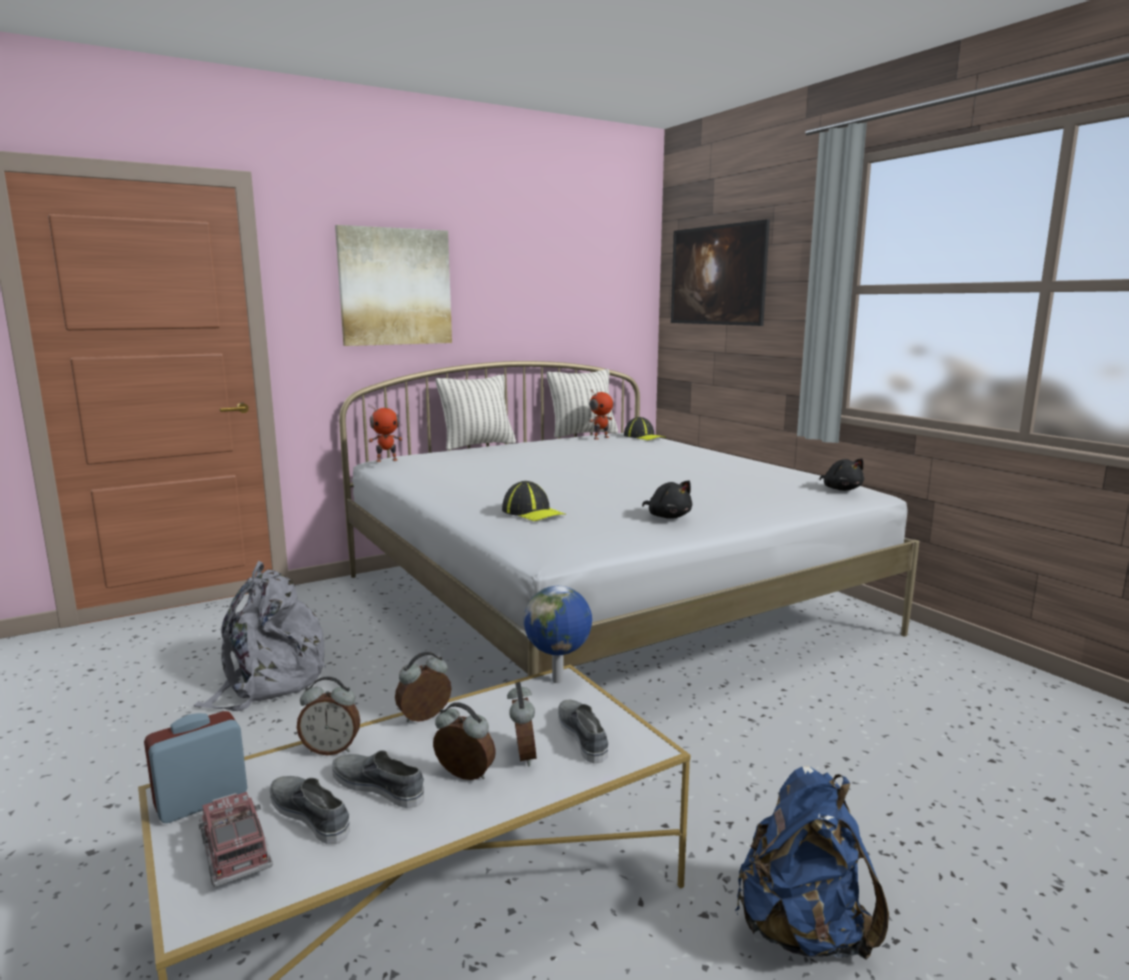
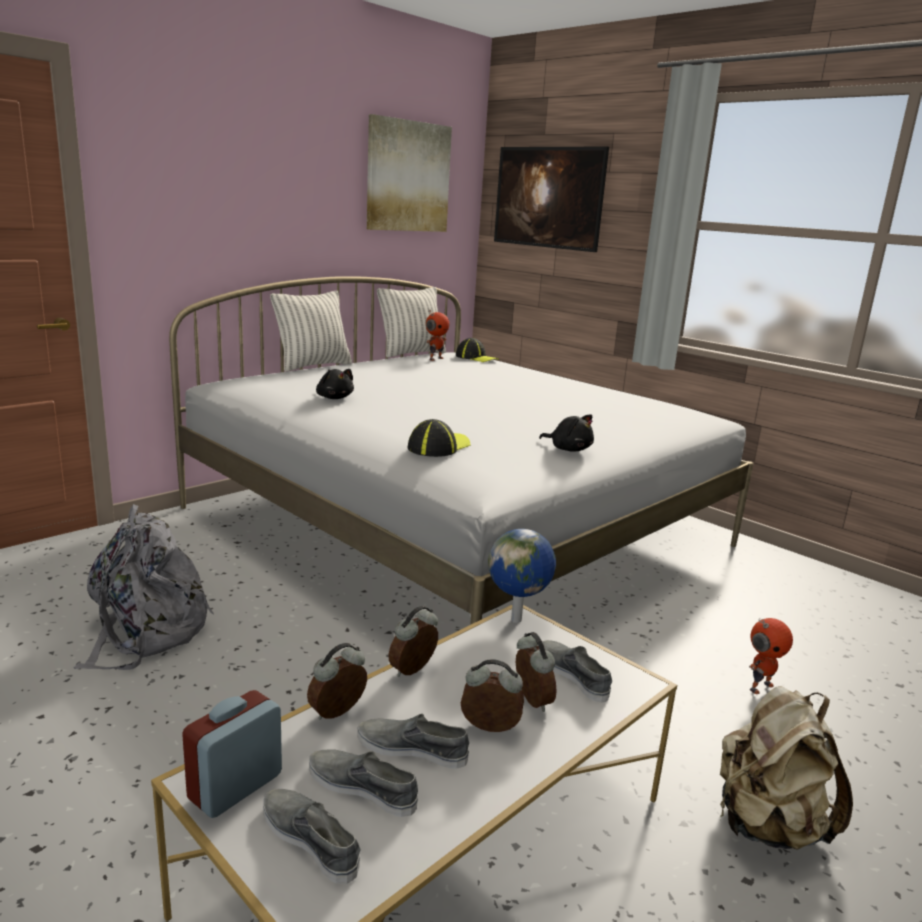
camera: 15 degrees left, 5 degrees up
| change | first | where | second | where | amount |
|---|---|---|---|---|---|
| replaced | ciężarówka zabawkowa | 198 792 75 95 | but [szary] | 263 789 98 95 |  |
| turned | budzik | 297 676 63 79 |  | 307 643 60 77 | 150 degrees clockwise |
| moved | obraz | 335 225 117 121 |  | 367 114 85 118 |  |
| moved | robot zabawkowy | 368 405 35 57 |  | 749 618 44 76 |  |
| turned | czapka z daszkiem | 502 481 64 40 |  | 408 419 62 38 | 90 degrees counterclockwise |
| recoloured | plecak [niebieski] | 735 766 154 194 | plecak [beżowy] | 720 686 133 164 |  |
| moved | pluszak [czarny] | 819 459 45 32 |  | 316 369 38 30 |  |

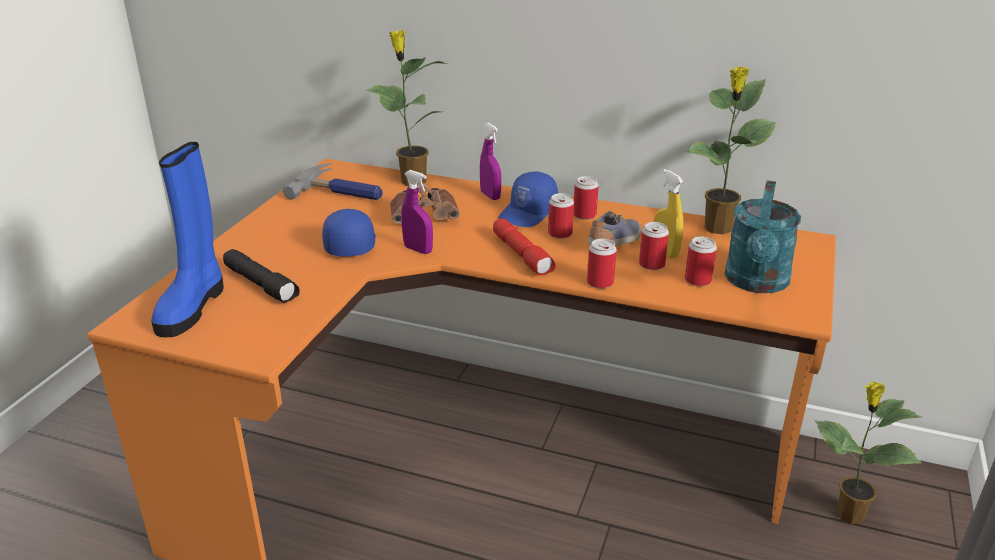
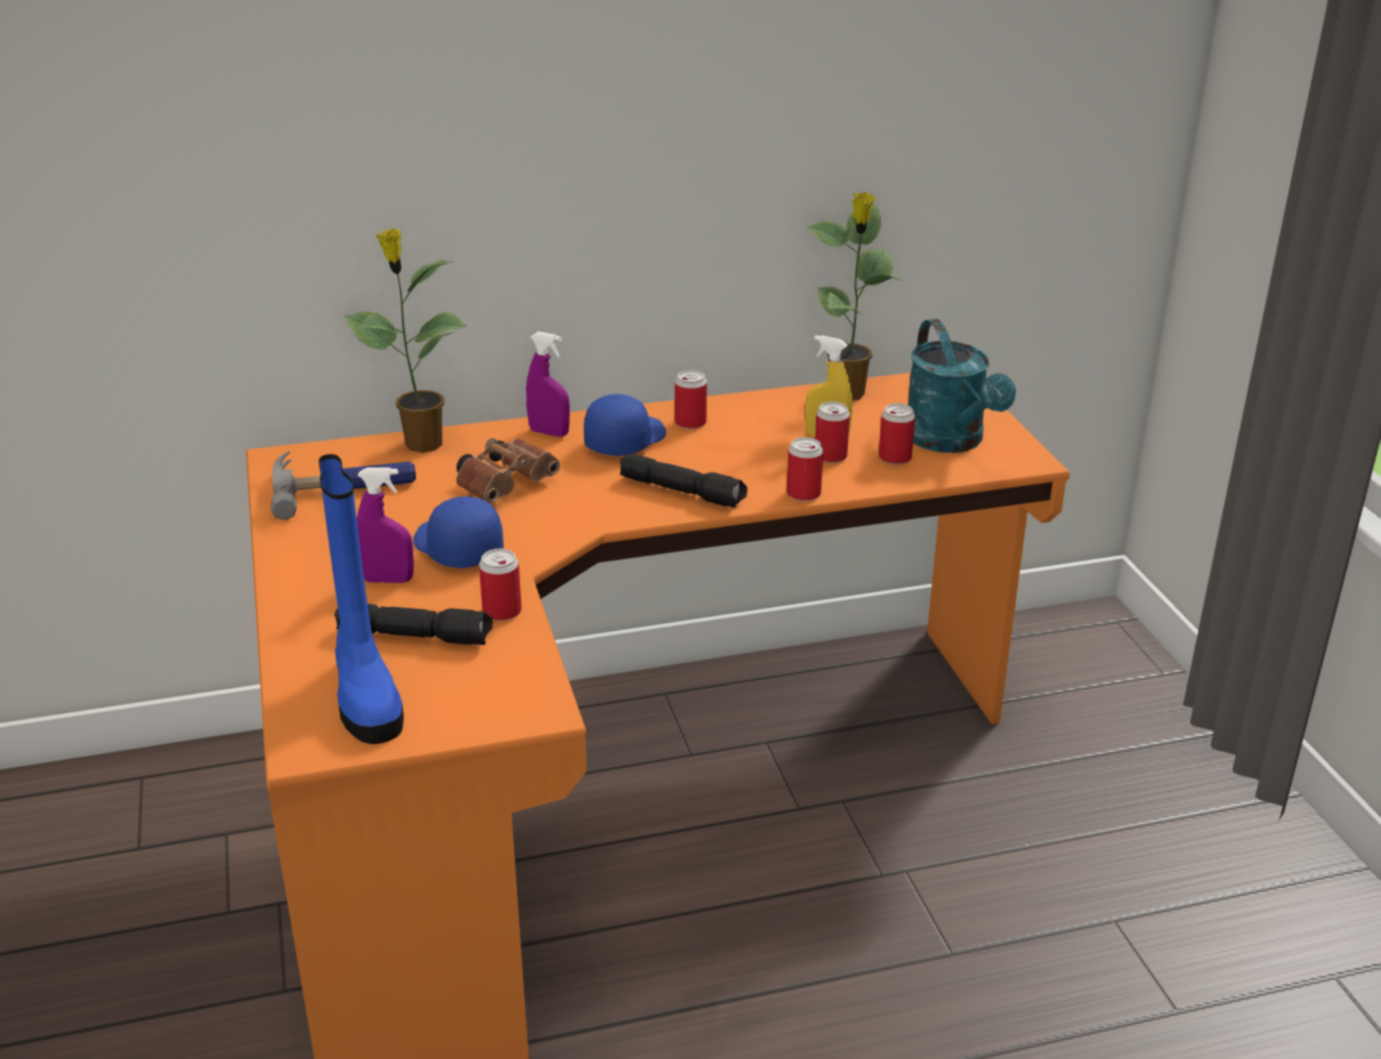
camera: 35 degrees left, 0 degrees up
| change | first | where | second | where | amount |
|---|---|---|---|---|---|
| moved | spryskiwacz [fioletowy] | 401 170 32 84 |  | 357 468 57 115 |  |
| recoloured | latarka [czerwony] | 493 219 63 57 | latarka [czarny] | 620 454 127 54 |  |
| turned | czapka z daszkiem [niebieski] | 498 172 60 55 |  | 584 394 82 62 | 150 degrees counterclockwise |
| moved | puszka | 548 193 26 46 |  | 479 549 43 72 |  |
| removed | but | 588 211 53 35 |  |  |  |
| removed | roślina doniczkowa | 815 382 107 142 |  |  |  |

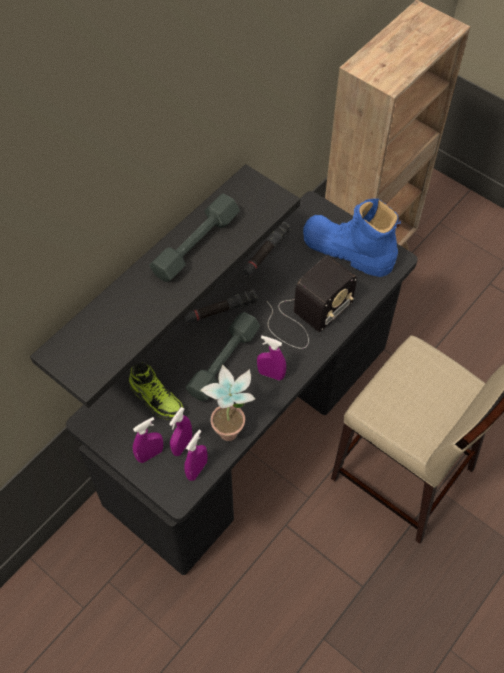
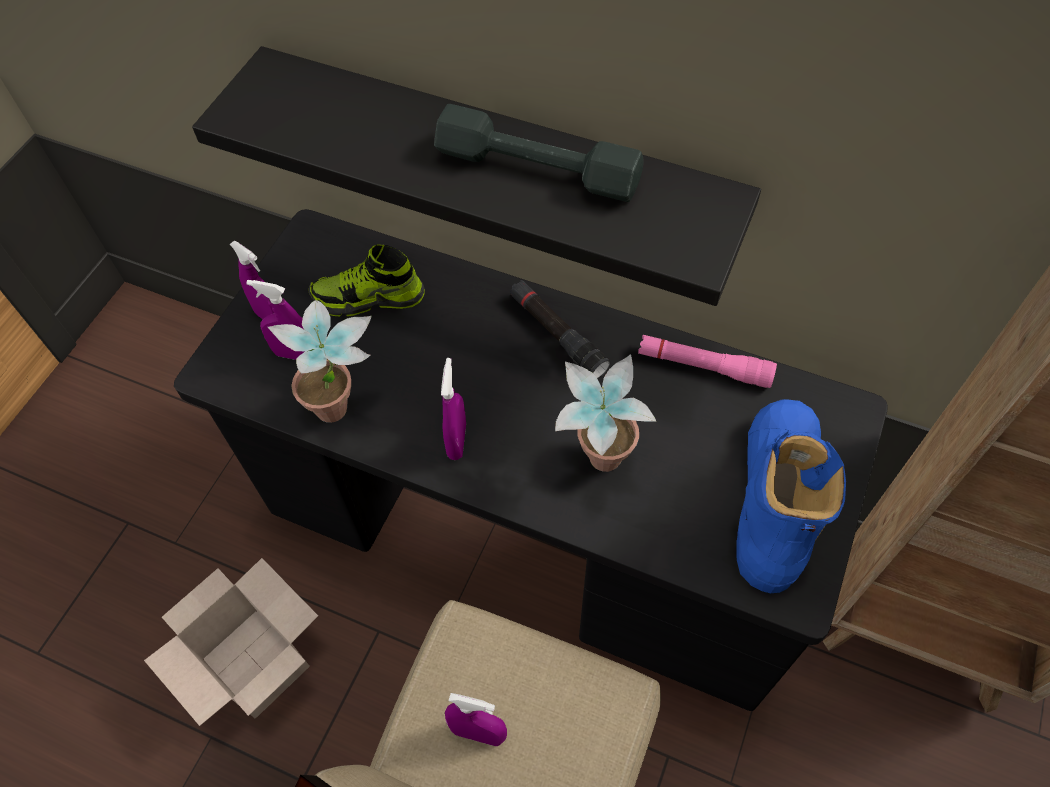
camera: 75 degrees right, 0 degrees up
| change | first | where | second | where | amount |
|---|---|---|---|---|---|
| turned | but | 129 362 55 58 |  | 309 244 116 72 | 60 degrees clockwise |
| moved | spryskiwacz [fioletowy] | 184 430 24 51 |  | 445 693 62 54 |  |
| removed | hantel [szary] | 185 312 75 89 |  |  |  |
| recoloured | latarka [czarny] | 241 221 50 56 | latarka [różowy] | 638 335 139 53 |  |
| replaced | radio | 267 256 90 93 | roślina doniczkowa | 555 354 101 118 |  |
| added |  |  | karton | 144 558 174 168 |  |

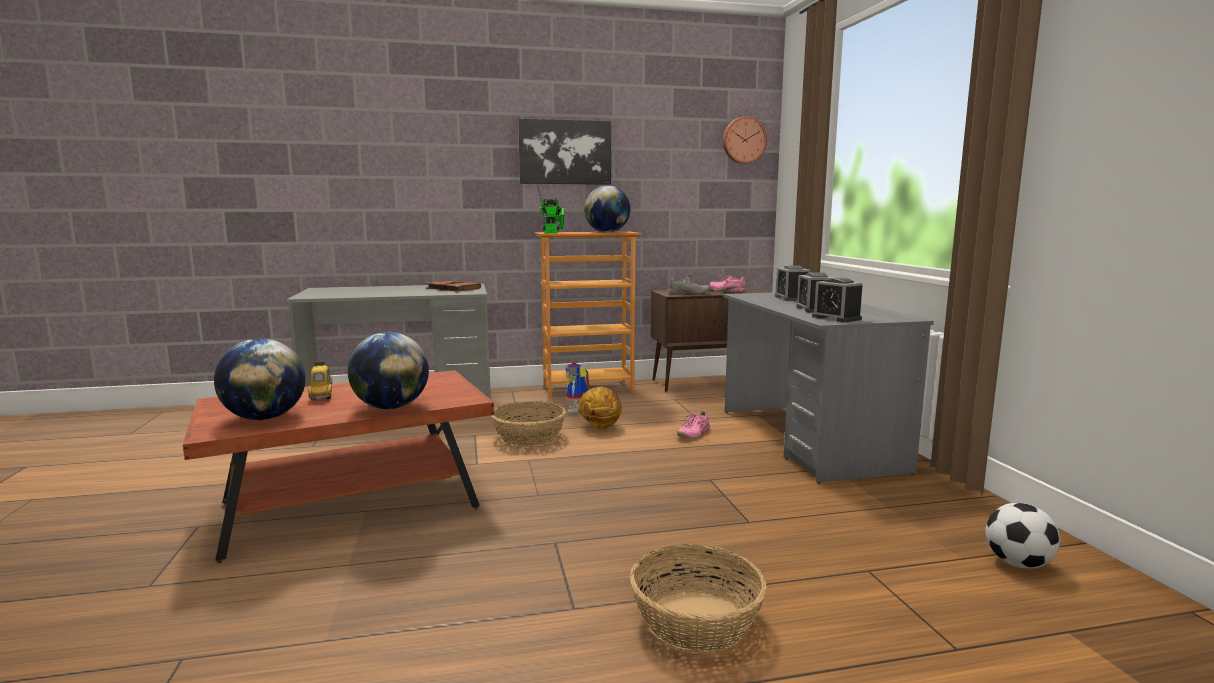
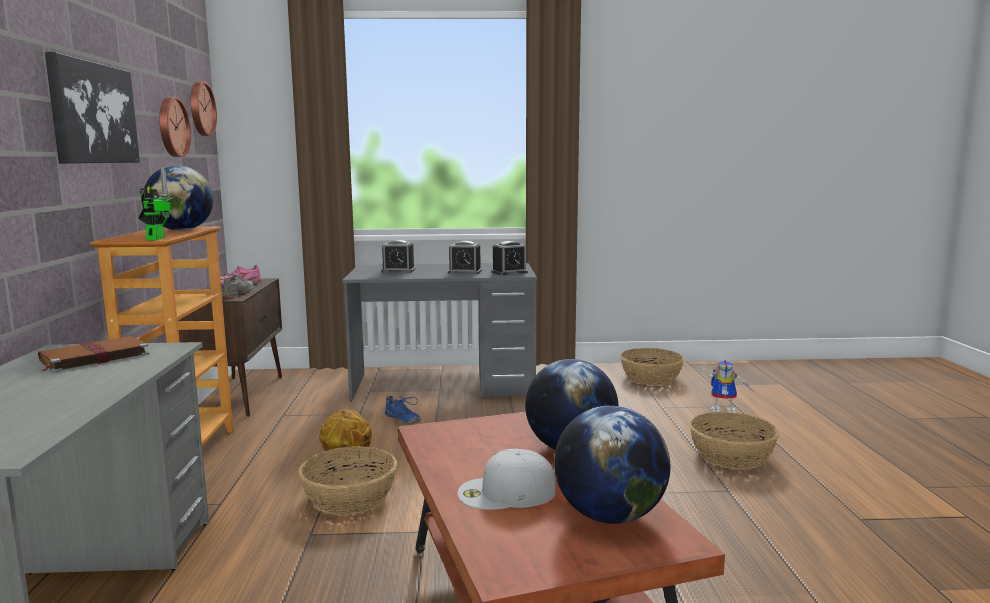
camera: 80 degrees left, 0 degrees up
| change | first | where | second | where | amount |
|---|---|---|---|---|---|
| replaced | samochodzik | 308 361 24 40 | czapka z daszkiem [biały] | 457 449 99 61 |  |
| moved | robot zabawkowy | 565 363 24 50 |  | 699 359 55 54 |  |
| recoloured | but [różowy] | 677 410 34 29 | but [niebieski] | 382 395 39 30 |  |
| replaced | piłka futbolowa | 985 503 75 66 | koszyk | 620 348 64 37 |  |
| added |  |  | zegar ścienny | 159 97 32 60 |  |

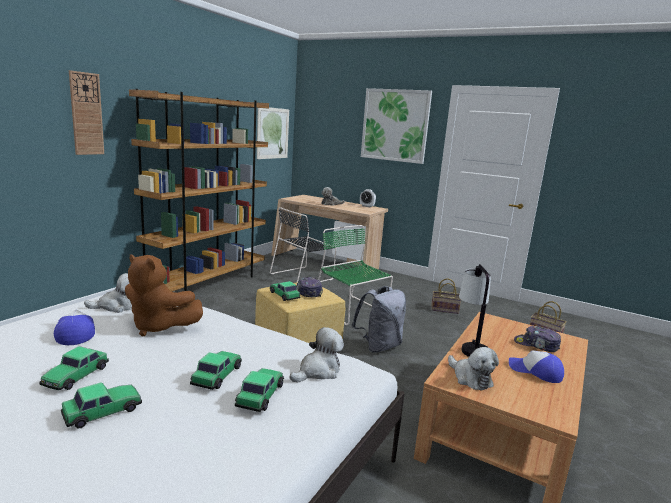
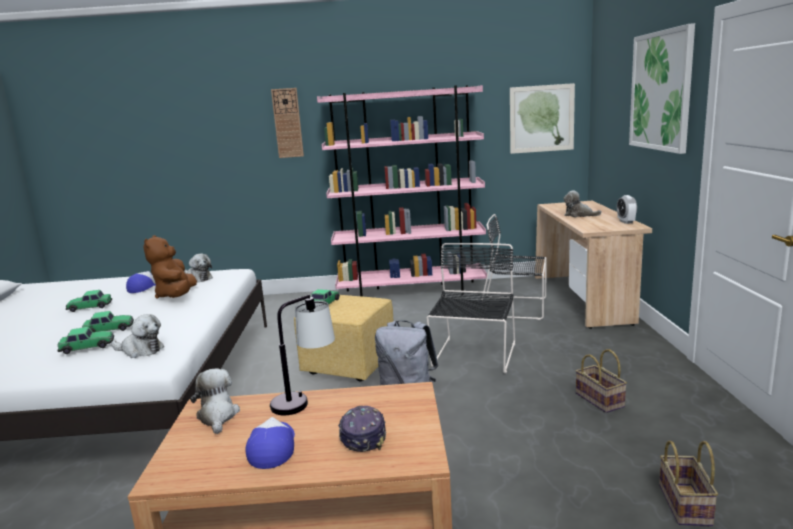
camera: 60 degrees right, 0 degrees up
| change | first | where | second | where | amount |
|---|---|---|---|---|---|
| removed | samochodzik | 61 383 81 45 |  |  |  |
| recoloured | regał [brązowy] | 129 89 140 203 | regał [różowy] | 317 85 170 212 |  |
| removed | czapka z daszkiem | 296 277 27 20 |  |  |  |
| recoloured | krzesło [zielony] | 318 225 75 100 | krzesło [czarny] | 427 243 88 131 |  |
| turned | pluszak | 448 347 51 44 |  | 190 369 50 65 | 135 degrees clockwise |

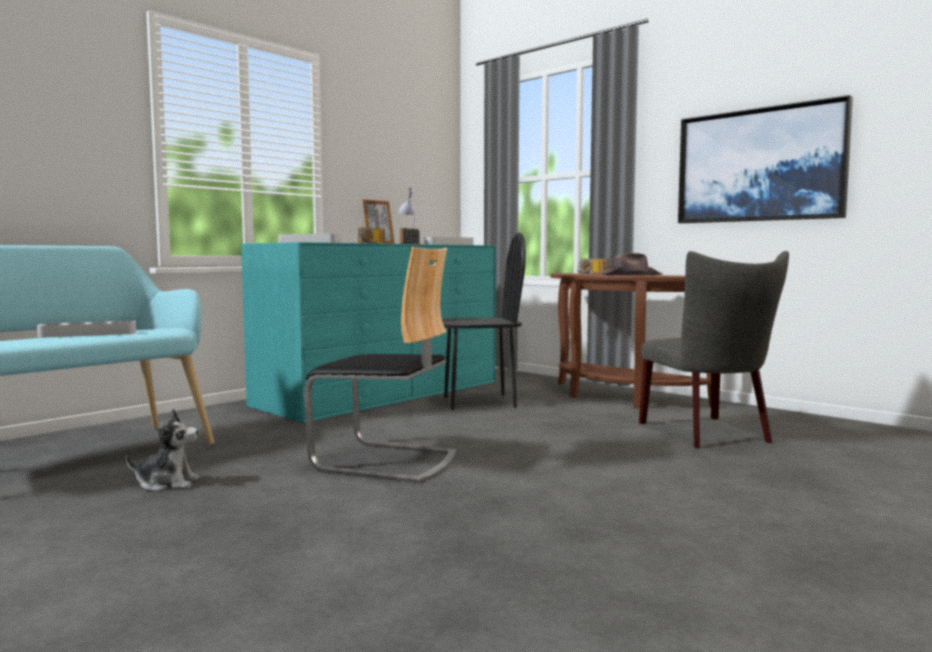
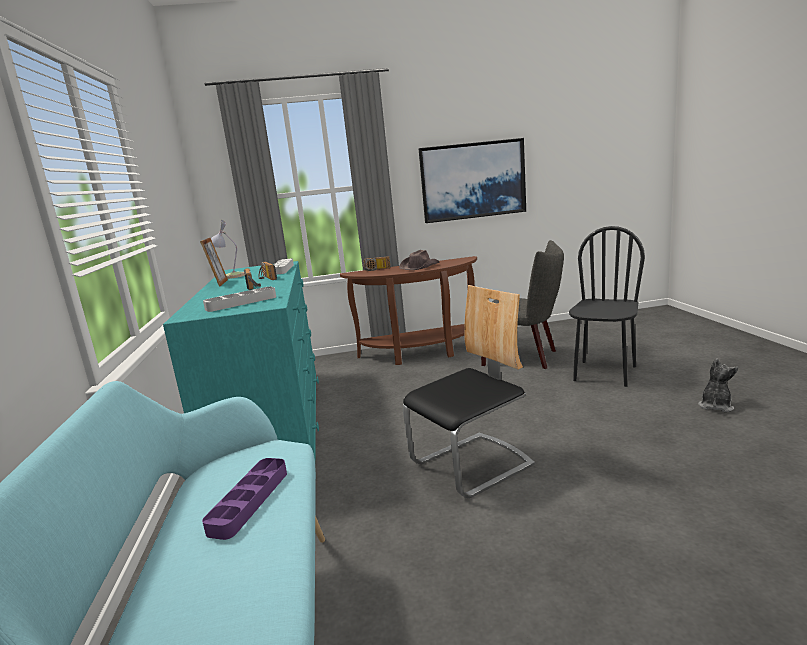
camera: 50 degrees left, 10 degrees up
| change | first | where | second | where | amount |
|---|---|---|---|---|---|
| recoloured | taca [szary] | 37 321 99 17 | taca [fioletowy] | 202 458 85 82 |  |
| moved | pluszak | 126 409 74 82 |  | 698 358 40 54 |  |
| moved | krzesło [czarny] | 442 232 84 178 |  | 569 226 76 161 |  |

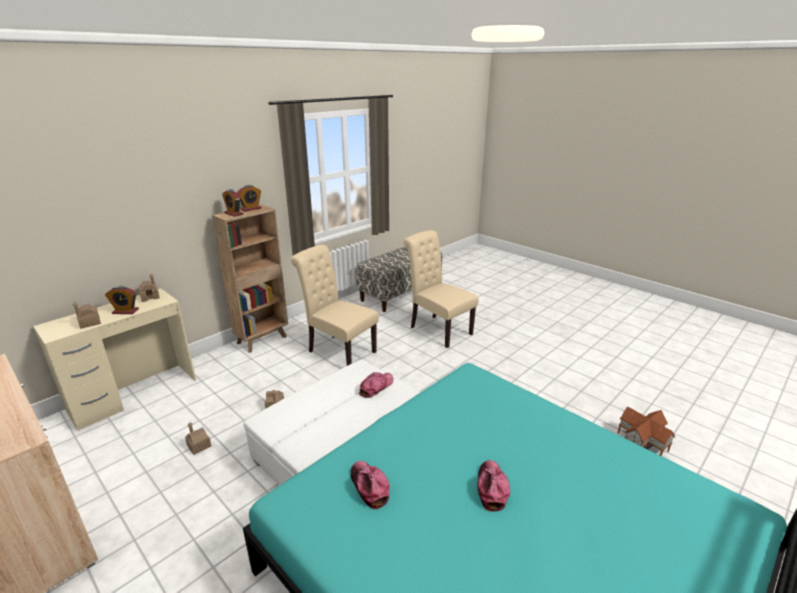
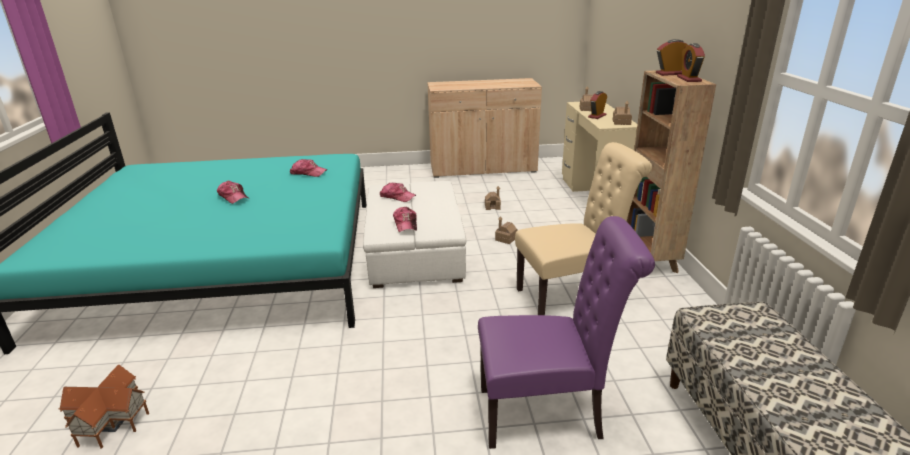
camera: 130 degrees right, 0 degrees up
| change | first | where | second | where | amount |
|---|---|---|---|---|---|
| recoloured | krzesło [beżowy] | 403 230 76 118 | krzesło [fioletowy] | 478 216 177 233 |  |
| added |  |  | czapka z daszkiem | 380 182 36 20 |  |

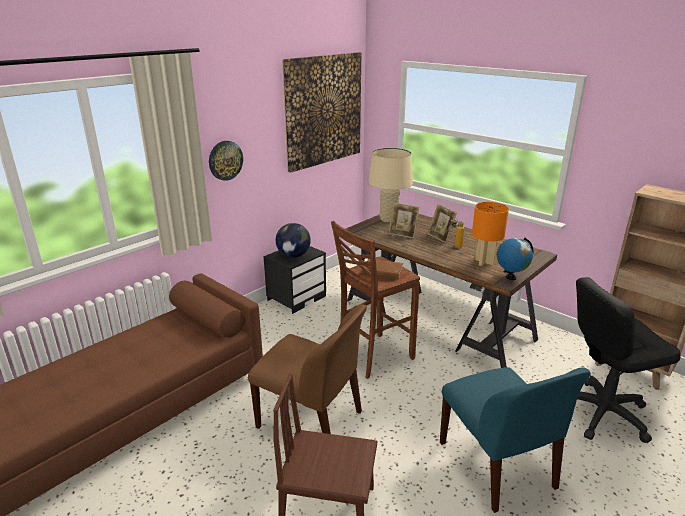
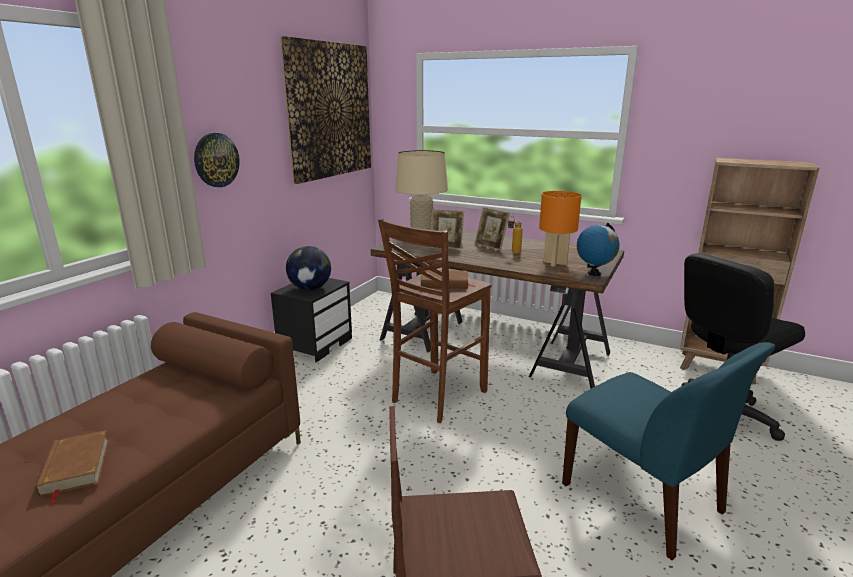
camera: 15 degrees left, 5 degrees down
| change | first | where | second | where | amount |
|---|---|---|---|---|---|
| removed | krzesło [brązowy] | 248 304 119 130 |  |  |  |
| added |  |  | książka [brązowy] | 36 430 73 74 |  |

